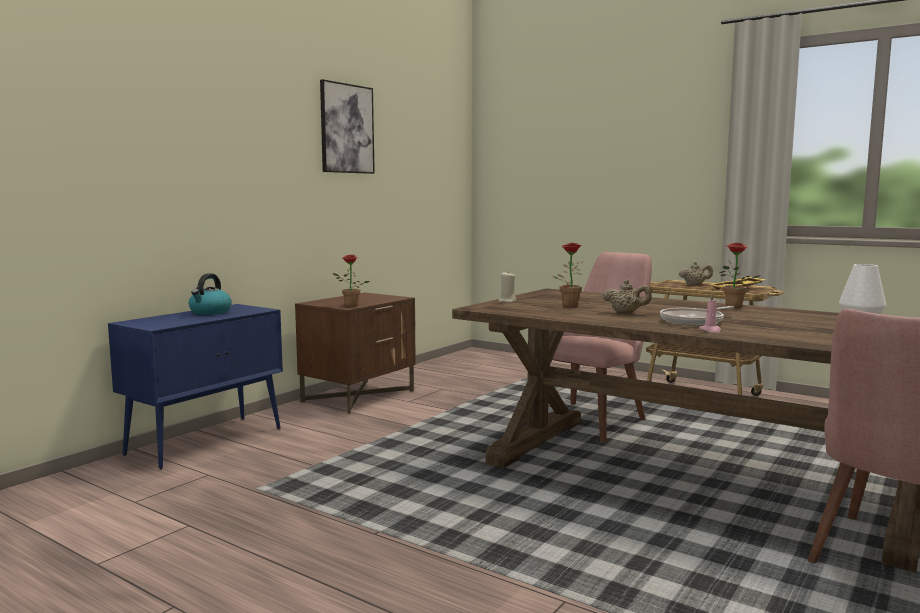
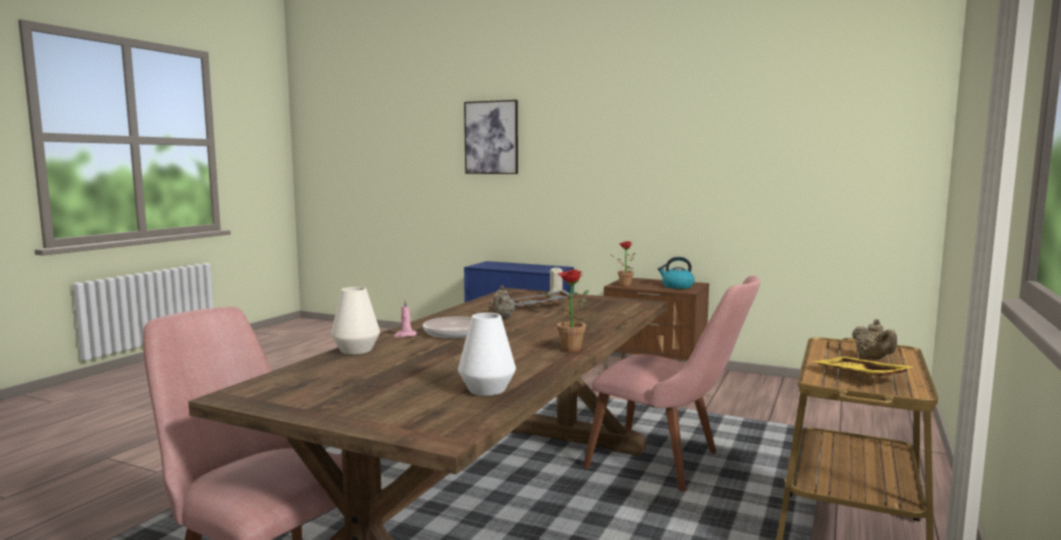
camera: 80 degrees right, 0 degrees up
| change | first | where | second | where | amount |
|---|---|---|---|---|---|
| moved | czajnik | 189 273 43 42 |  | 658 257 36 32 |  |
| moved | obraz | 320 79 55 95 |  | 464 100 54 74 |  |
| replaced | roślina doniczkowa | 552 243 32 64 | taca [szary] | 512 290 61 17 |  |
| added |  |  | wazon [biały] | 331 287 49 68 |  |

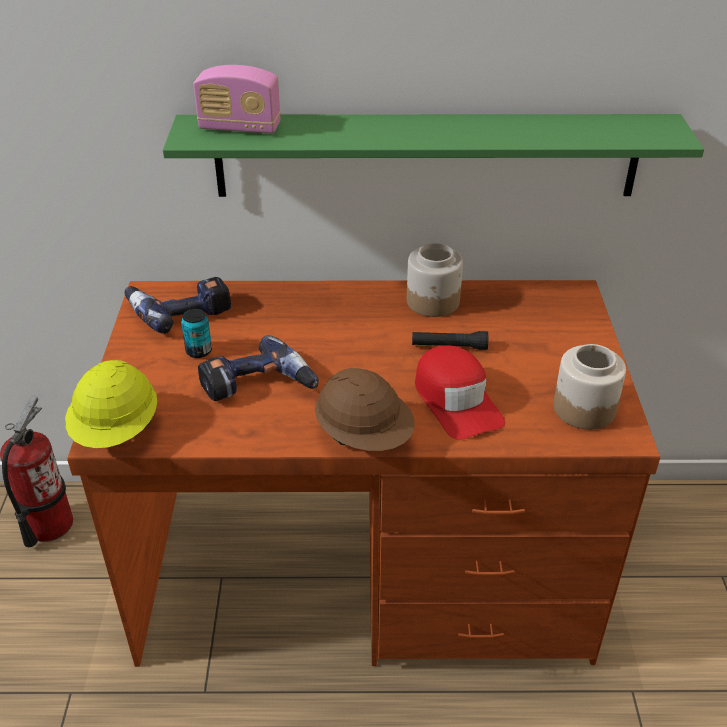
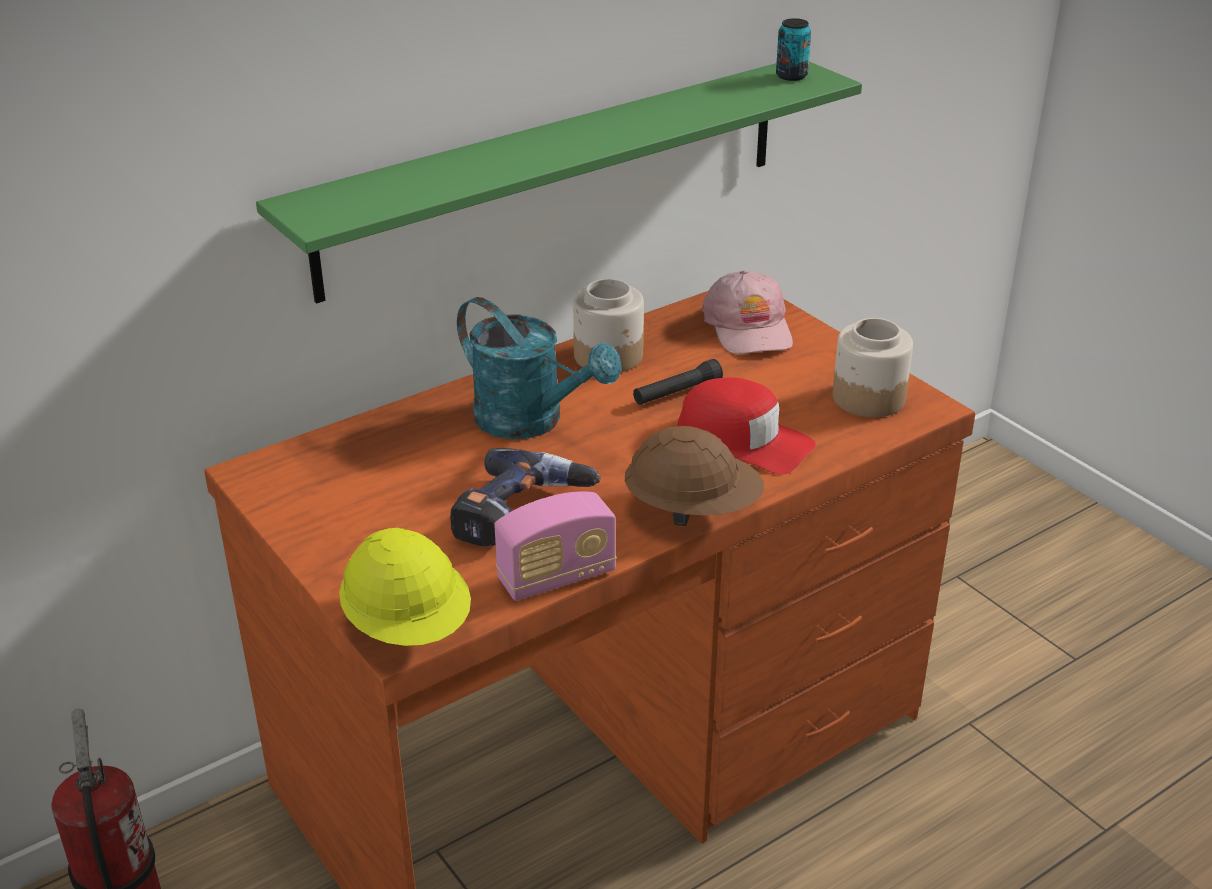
camera: 35 degrees left, 5 degrees down
| change | first | where | second | where | amount |
|---|---|---|---|---|---|
| removed | wiertarka | 124 277 107 57 |  |  |  |
| moved | puszka | 181 309 31 49 |  | 776 18 35 63 |  |
| moved | radio | 193 65 88 68 |  | 494 491 123 110 |  |
| added |  |  | konewka [turkusowy] | 457 297 164 142 |  |
| added |  |  | czapka z daszkiem [różowy] | 702 270 91 84 |  |

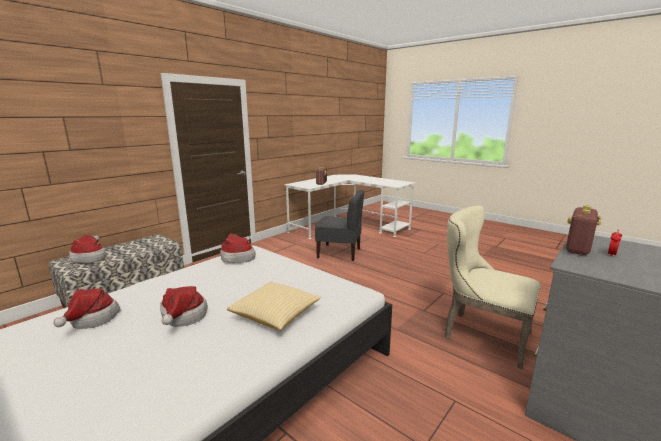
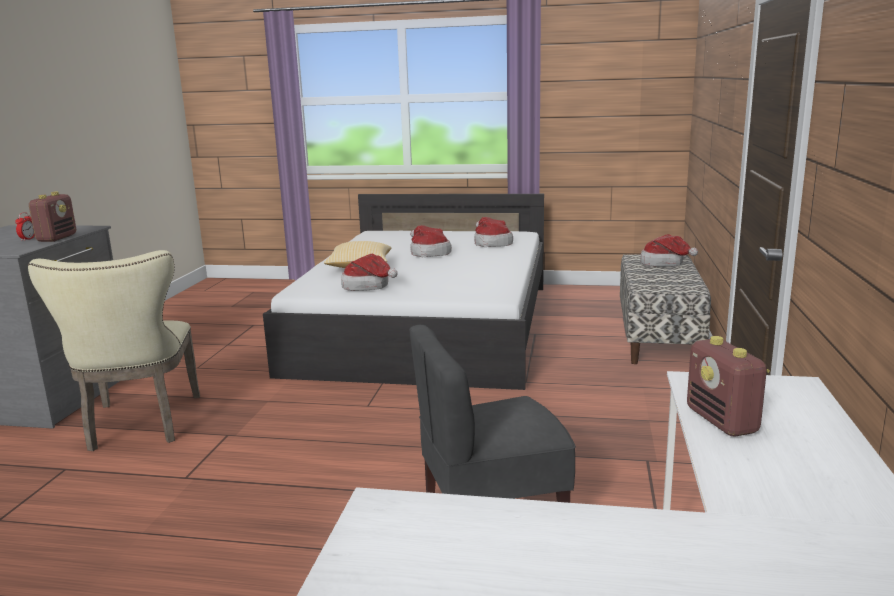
camera: 150 degrees right, 0 degrees up
| change | first | where | second | where | amount |
|---|---|---|---|---|---|
| moved | kapelusz | 220 234 35 29 |  | 341 253 57 38 |  |
| turned | krzesło [beżowy] | 445 205 96 164 |  | 28 250 172 201 | 75 degrees clockwise |

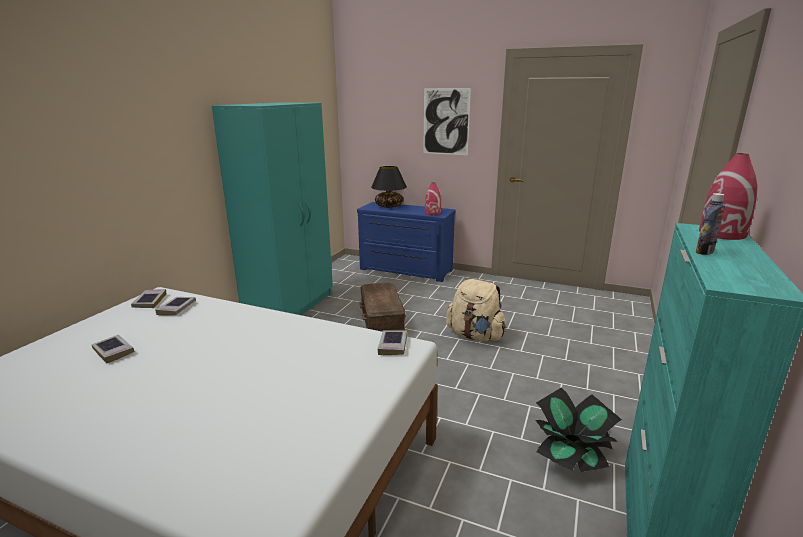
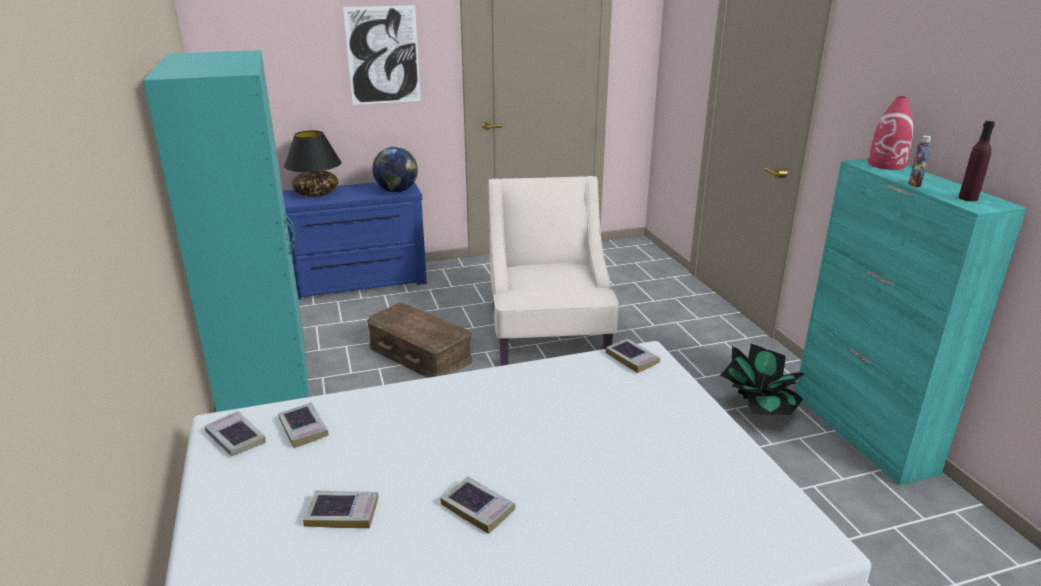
camera: 40 degrees left, 5 degrees up
| change | first | where | second | where | amount |
|---|---|---|---|---|---|
| replaced | wazon [czerwony] | 425 182 16 33 | globus | 372 147 46 45 |  |
| replaced | plecak [beżowy] | 446 279 60 62 | fotel [beżowy] | 488 176 130 190 |  |
| added |  |  | książka | 440 477 76 57 |  |
| added |  |  | butelka [fioletowy] | 959 121 36 80 |  |

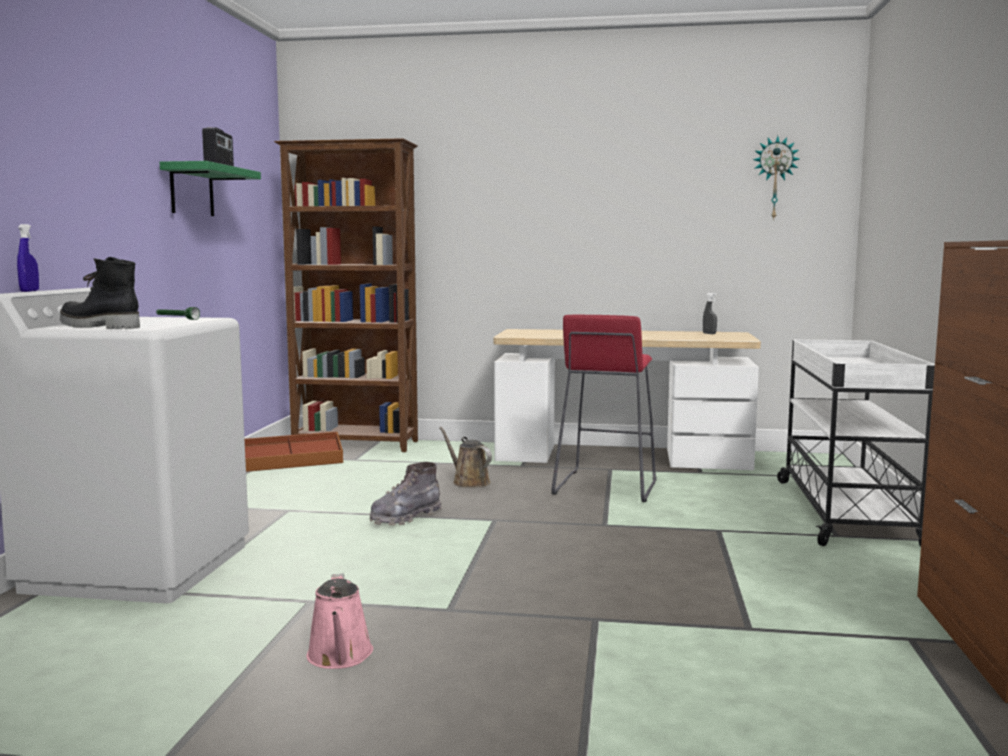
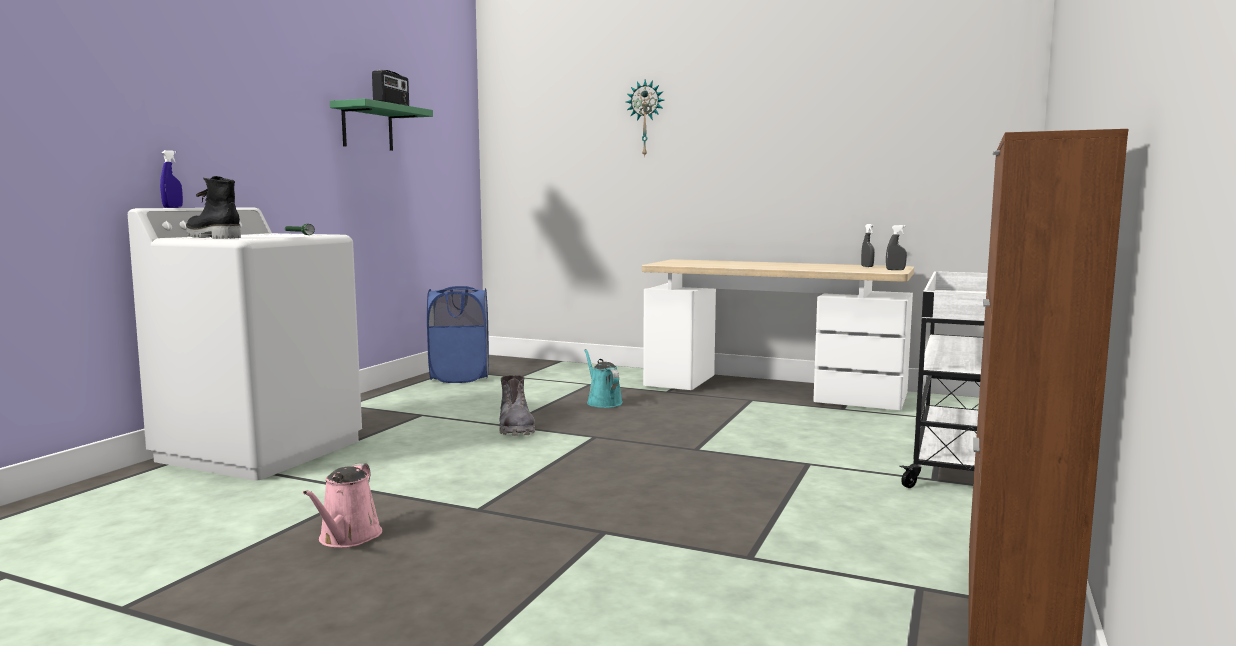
camera: 15 degrees right, 0 degrees up
| change | first | where | second | where | amount |
|---|---|---|---|---|---|
| replaced | pojemnik do przechowywania [brązowy] | 245 432 98 40 | kosz na pranie [niebieski] | 427 286 62 97 |  |
| removed | regał [brązowy] | 274 138 144 314 |  |  |  |
| turned | but z cholewką [szary] | 369 462 73 64 |  | 499 375 36 61 | 75 degrees counterclockwise |
| recoloured | konewka [brązowy] | 440 427 52 61 | konewka [turkusowy] | 584 349 39 59 |  |
| removed | stołek [czerwony] | 552 315 105 187 |  |  |  |
| moved | zegar ścienny | 753 136 47 85 |  | 626 80 38 78 |  |
| added |  |  | spryskiwacz [szary] | 886 225 21 45 |  |

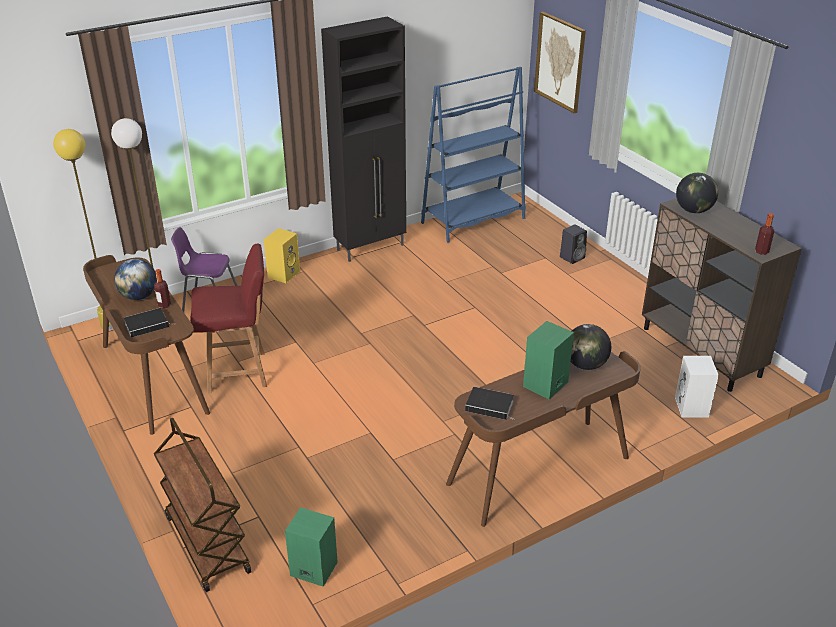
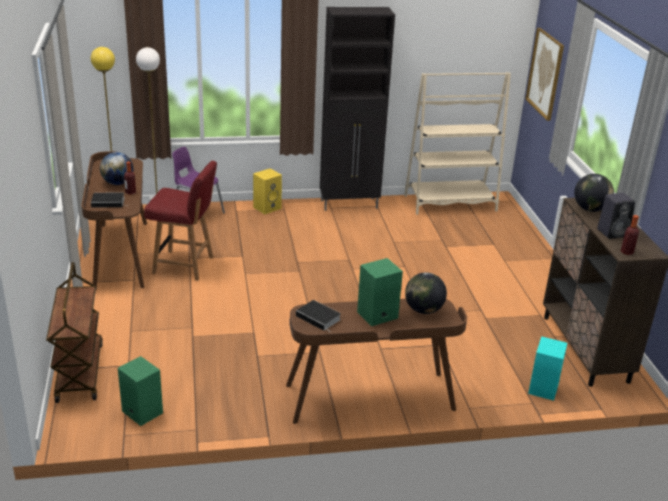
camera: 20 degrees right, 5 degrees down
| change | first | where | second | where | amount |
|---|---|---|---|---|---|
| recoloured | regał [niebieski] | 421 67 105 175 | regał [beżowy] | 404 72 107 143 |  |
| moved | głośnik [czarny] | 560 224 27 40 |  | 597 193 38 46 |  |
| recoloured | głośnik [biały] | 675 356 44 62 | głośnik [turkusowy] | 528 336 39 65 |  |

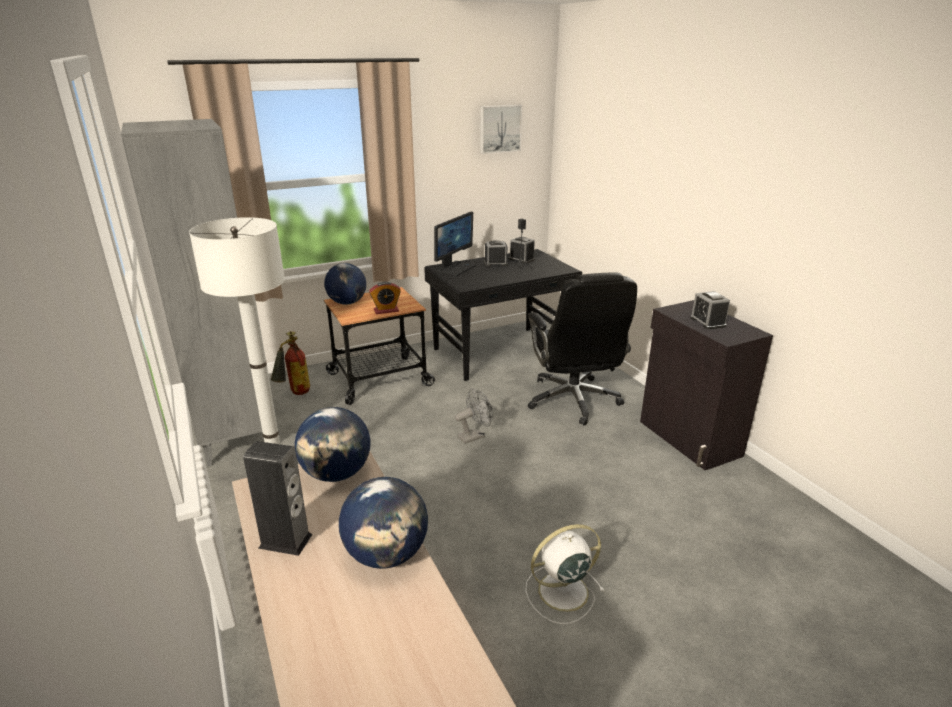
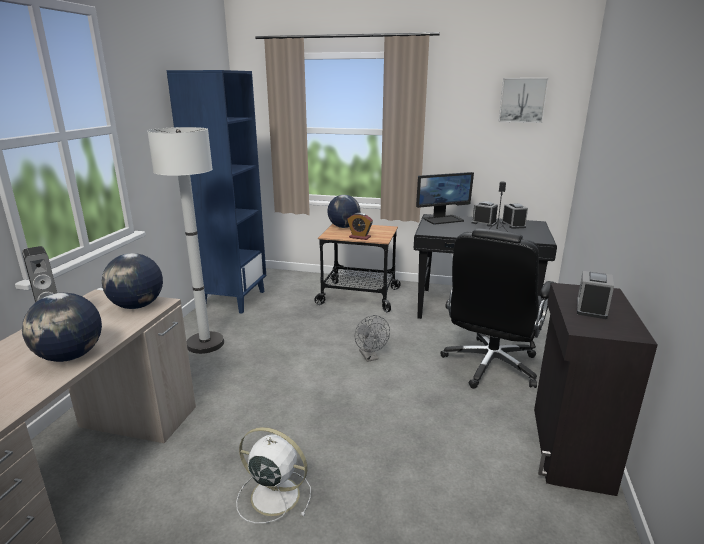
camera: 40 degrees right, 5 degrees down
| change | first | where | second | where | amount |
|---|---|---|---|---|---|
| recoloured | regał [szary] | 121 119 141 347 | regał [niebieski] | 167 70 99 244 |  |
| removed | gaśnica | 271 331 39 64 |  |  |  |
| turned | wentylator [szary] | 455 388 38 56 |  | 355 315 35 47 | 60 degrees clockwise |

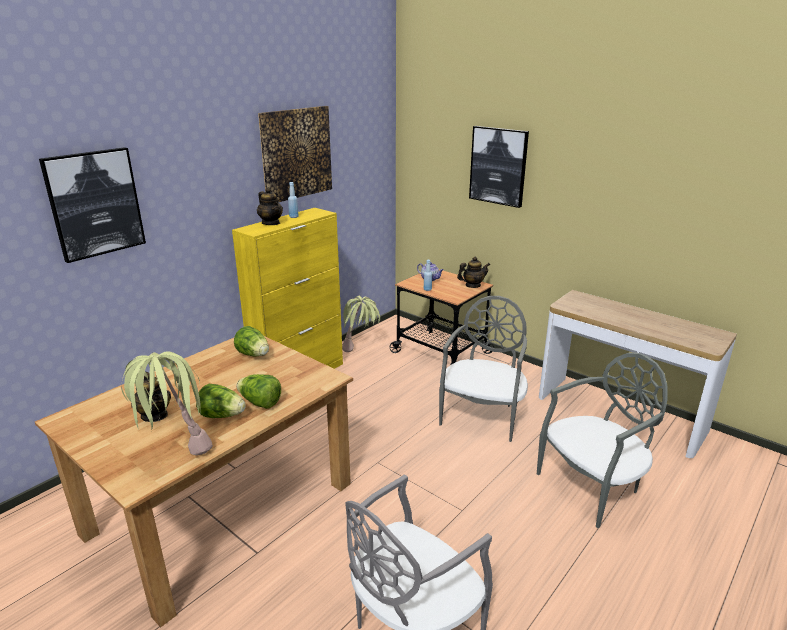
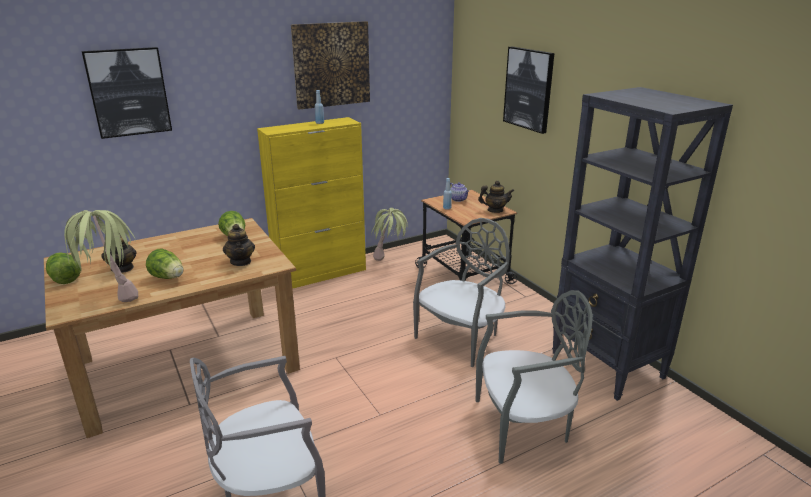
camera: 20 degrees right, 0 degrees up
| change | first | where | second | where | amount |
|---|---|---|---|---|---|
| moved | sałata | 237 374 44 35 |  | 46 252 35 32 |  |
| moved | imbryk | 257 187 26 38 |  | 223 224 32 42 |  |
| replaced | stolik konsolowy | 539 290 198 168 | regał [czarny] | 552 87 181 314 |  |

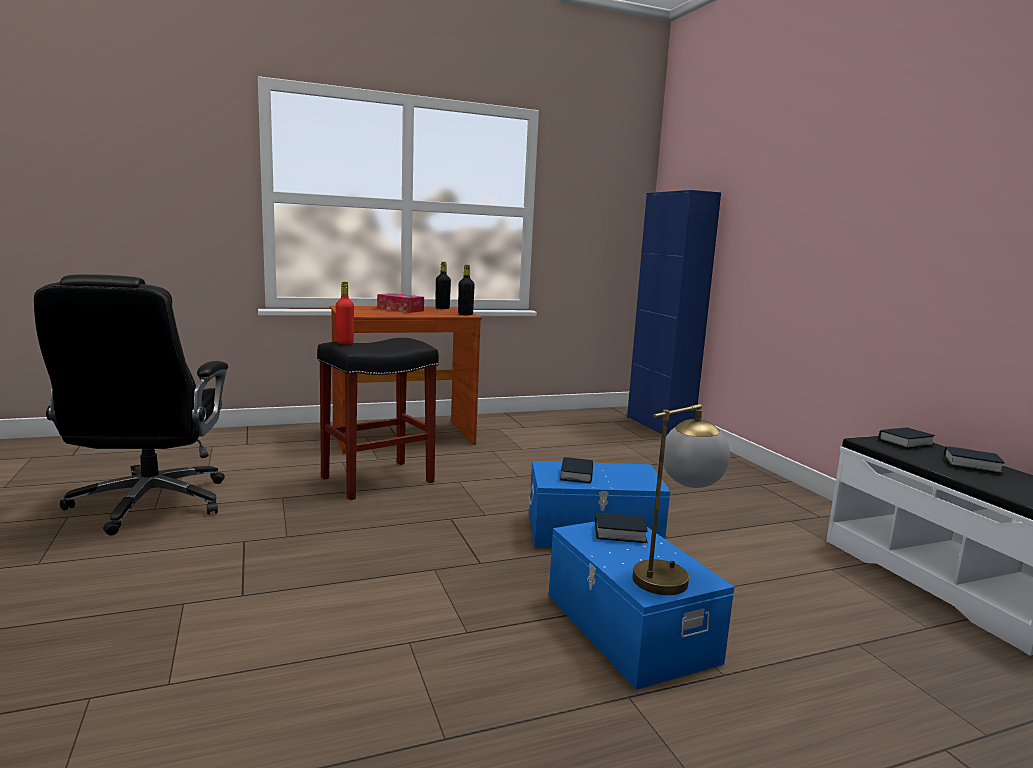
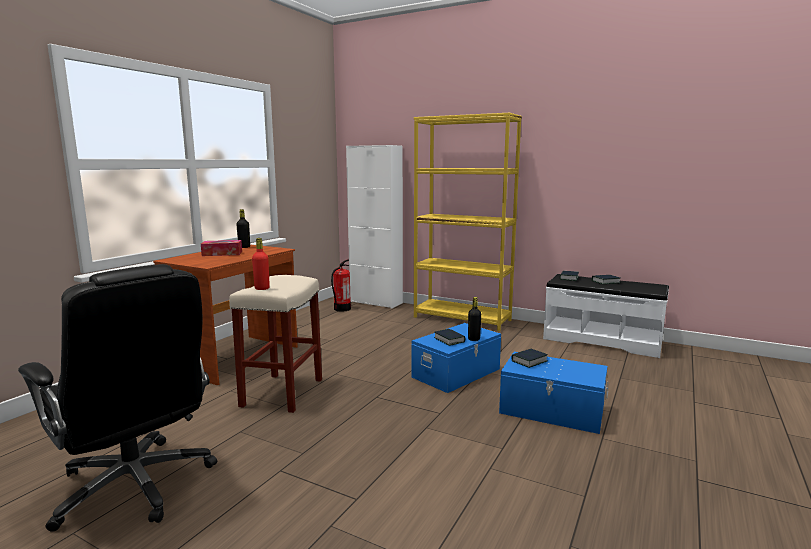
camera: 40 degrees left, 0 degrees up
| change | first | where | second | where | amount |
|---|---|---|---|---|---|
| recoloured | stołek [czarny] | 317 338 122 162 | stołek [beżowy] | 229 275 93 138 |  |
| moved | butelka [czarny] | 458 265 17 50 |  | 468 297 13 44 |  |
| recoloured | szafka [niebieski] | 627 190 94 246 | szafka [biały] | 346 145 57 164 |  |
| removed | lampa stołowa | 632 404 98 191 |  |  |  |
| added |  |  | gaśnica | 331 259 20 53 |  |
| added |  |  | regał [żółty] | 414 113 108 218 |  |

